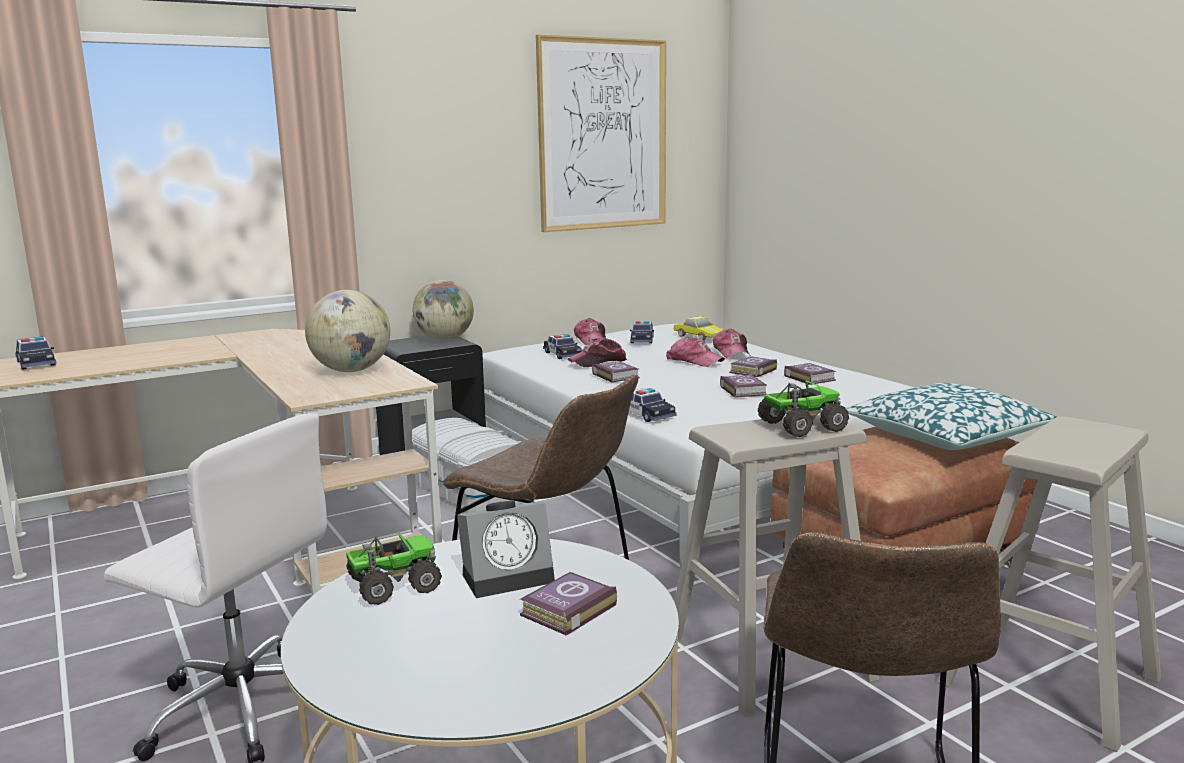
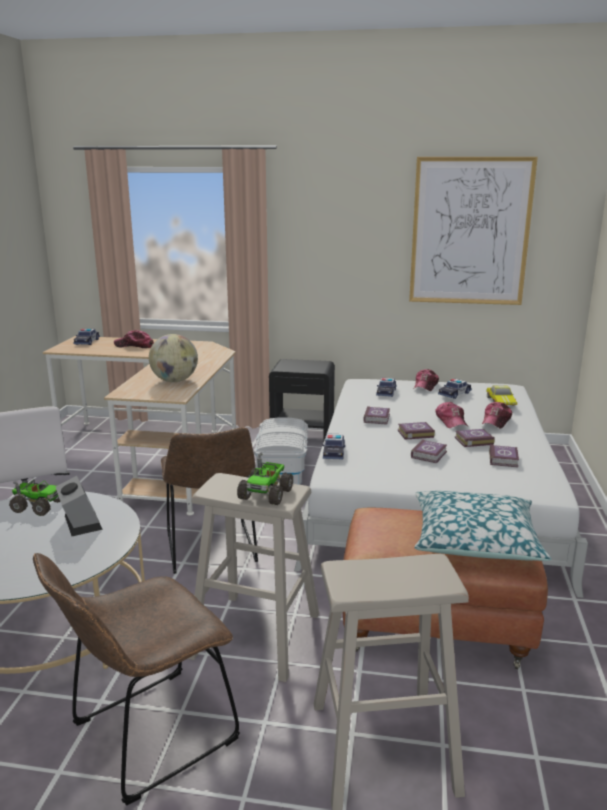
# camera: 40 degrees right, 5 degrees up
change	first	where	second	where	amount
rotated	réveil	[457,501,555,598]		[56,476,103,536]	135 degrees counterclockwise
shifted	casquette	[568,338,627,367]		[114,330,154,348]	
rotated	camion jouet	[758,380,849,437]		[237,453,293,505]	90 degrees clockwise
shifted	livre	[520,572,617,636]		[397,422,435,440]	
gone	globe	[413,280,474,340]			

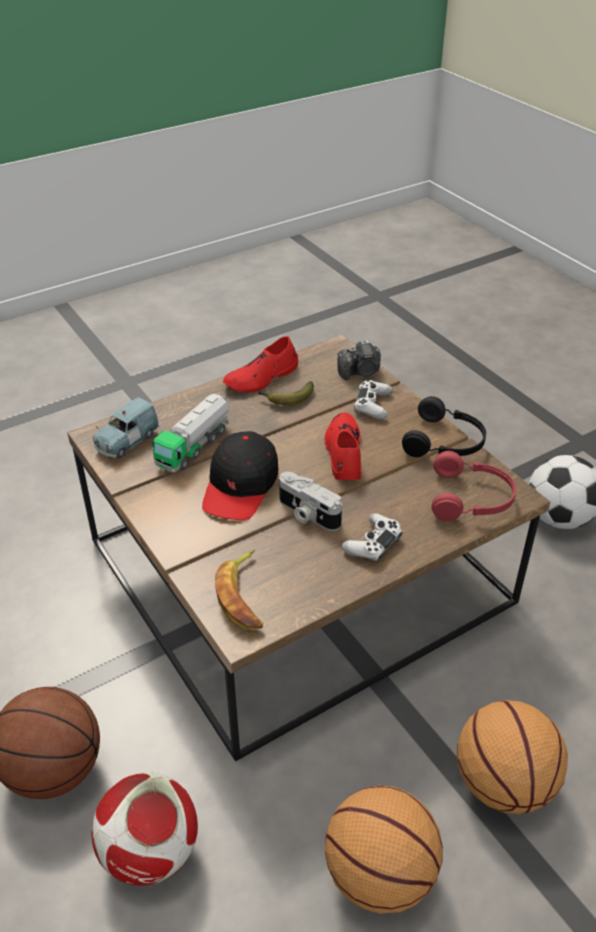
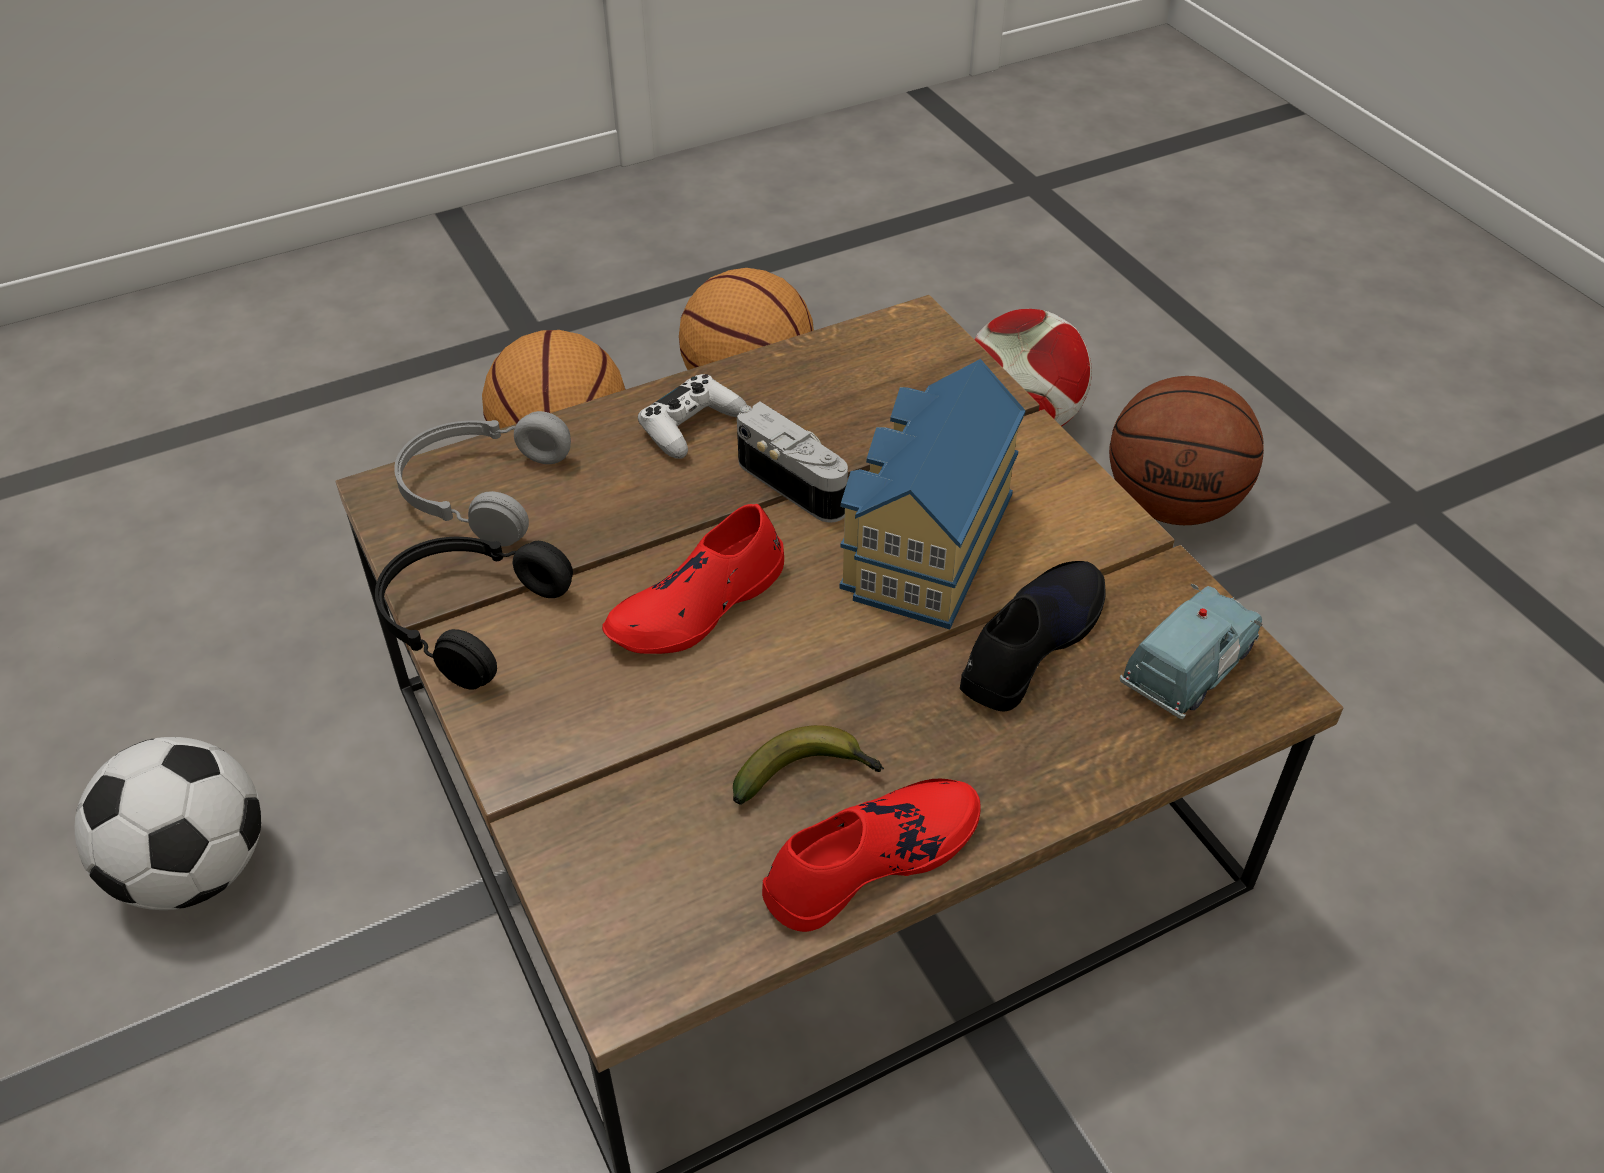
# camera: 175 degrees left, 5 degrees up
change	first	where	second	where	amount
repainted	casque audio (rouge)	[431,451,516,522]	casque audio (gris)	[394,411,571,546]	
rotated	chaussure (rouge)	[325,412,362,480]		[602,504,784,654]	45 degrees clockwise
swapped	casquette (noir)	[202,431,279,520]	maison miniature	[839,359,1026,629]	
swapped	camion jouet	[152,394,229,473]	chaussure (noir)	[960,561,1106,711]	
gone	banane	[215,549,263,630]			
gone	appareil photo	[337,340,381,380]			
gone	manette (blanc)	[354,380,393,419]			

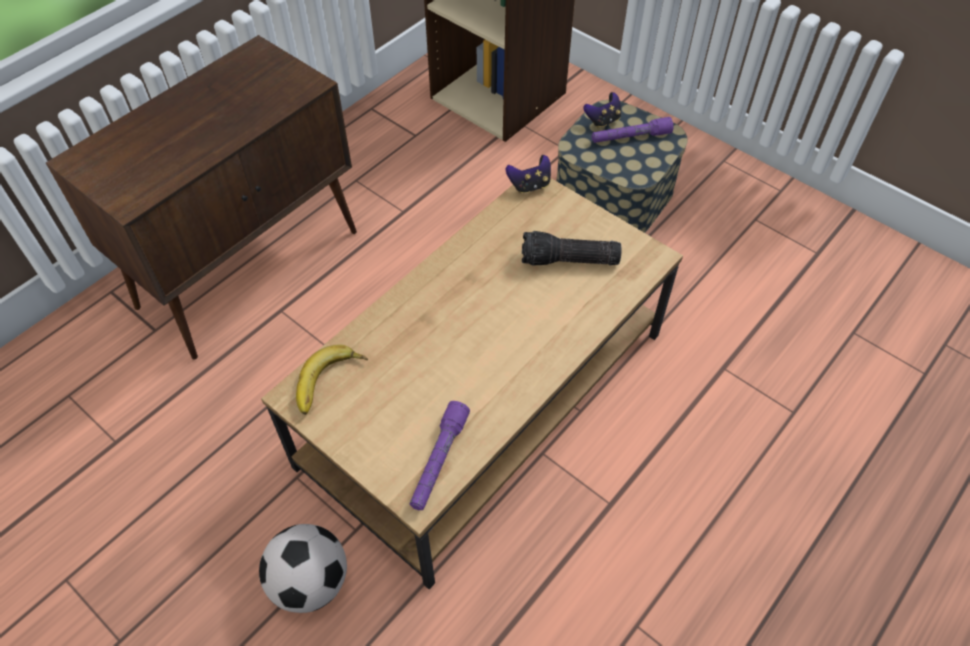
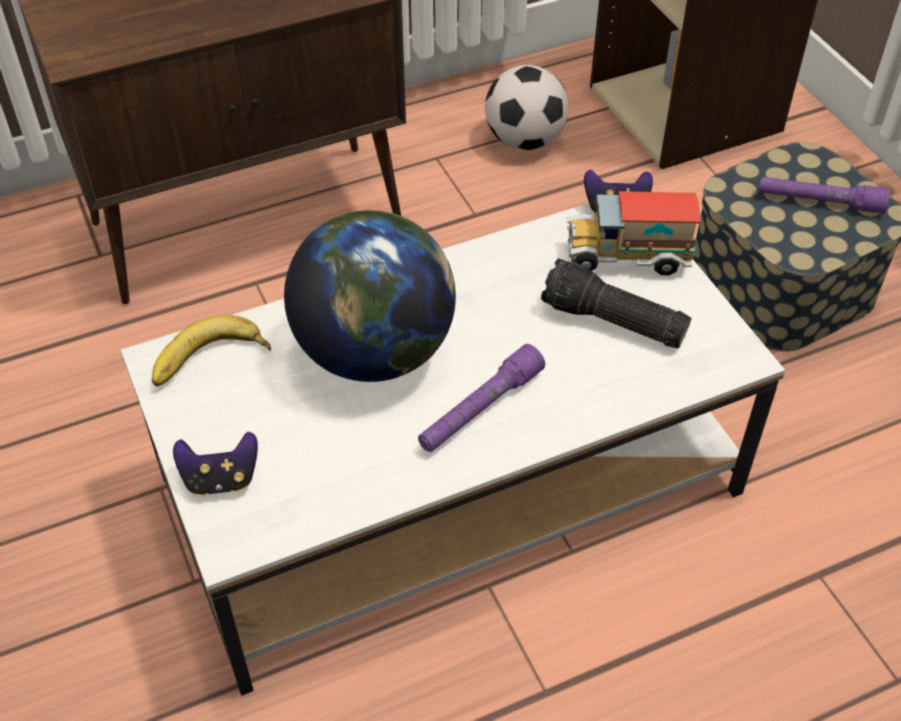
# camera: 25 degrees right, 5 degrees down
change	first	where	second	where	amount
repainted	table basse (marron)	[261,178,683,589]	table basse (blanc)	[121,203,785,696]	
shifted	manette	[583,92,621,128]		[173,432,258,496]	
new			globe	[284,210,456,382]	
shifted	lampe de poche (violet)	[410,401,470,510]		[418,344,545,452]	
shifted	ballon de foot	[259,524,347,613]		[485,65,568,150]	
new			camion jouet	[566,191,701,275]	

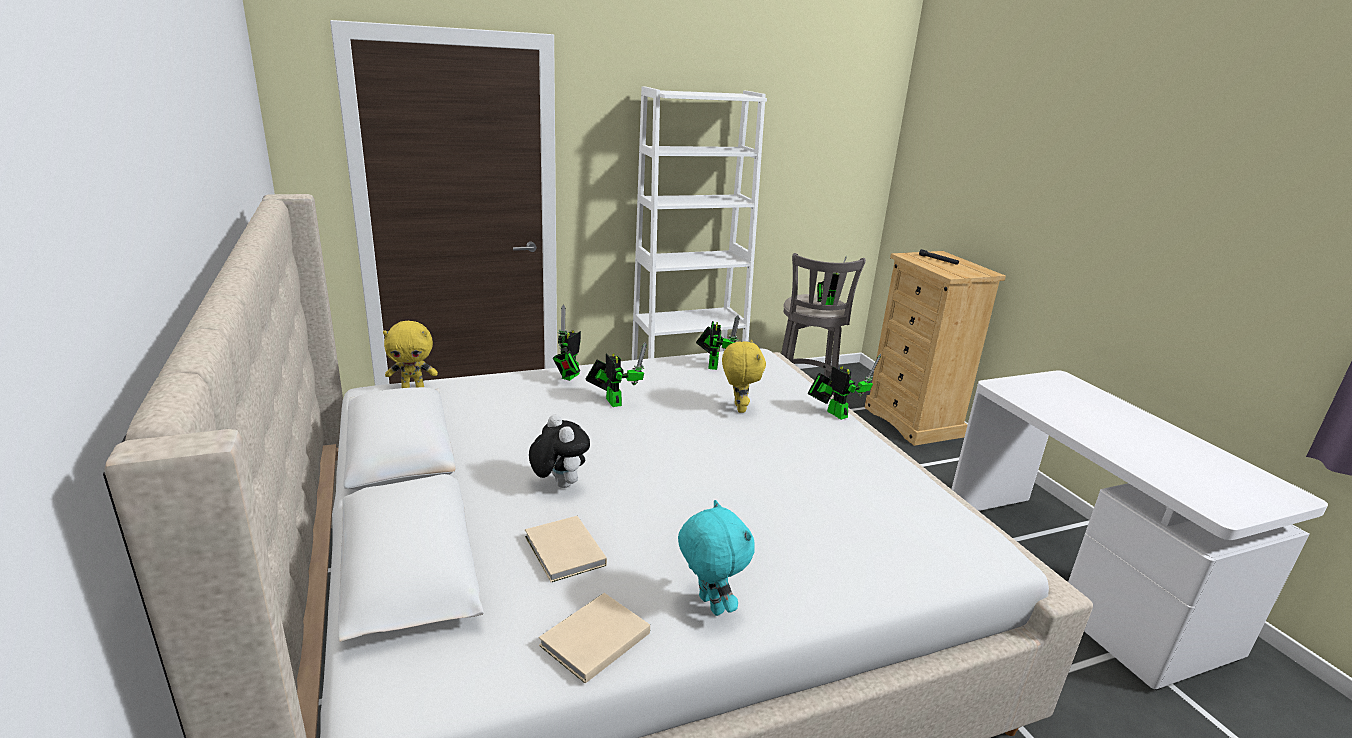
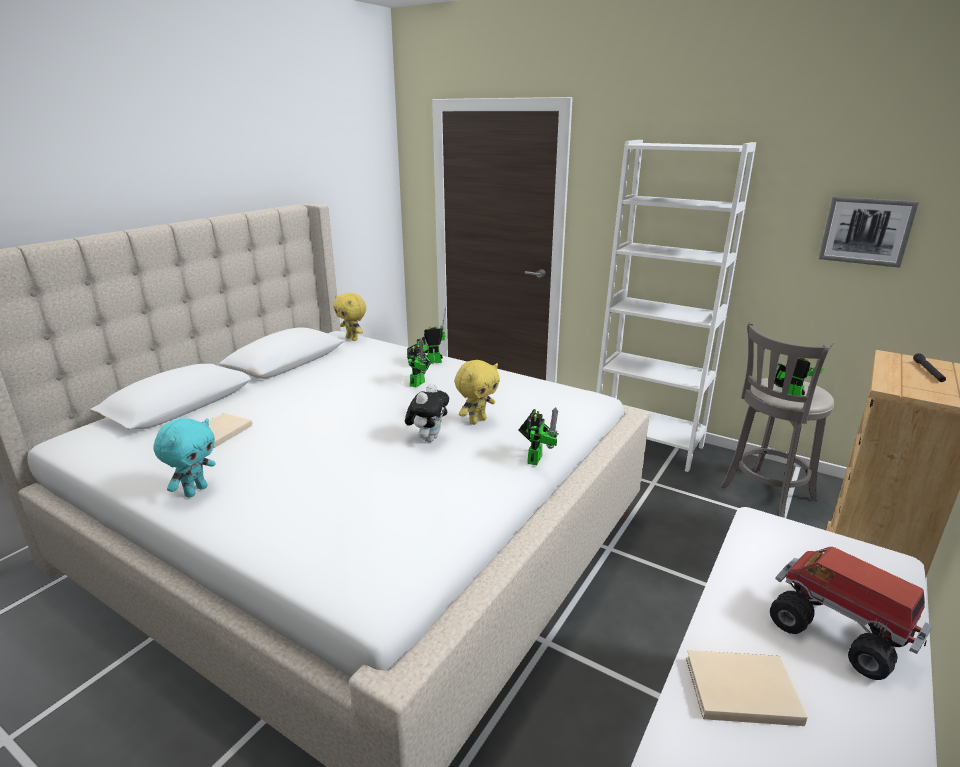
# camera: 55 degrees right, 0 degrees up
change	first	where	second	where	amount
shifted	peluche	[529,414,590,488]		[405,384,449,442]	
shifted	livre (beige)	[539,593,650,684]		[686,650,808,726]	
new			camion jouet	[770,547,932,680]	
new			tableau	[819,196,919,268]	
gone	robot jouet	[696,316,740,370]			

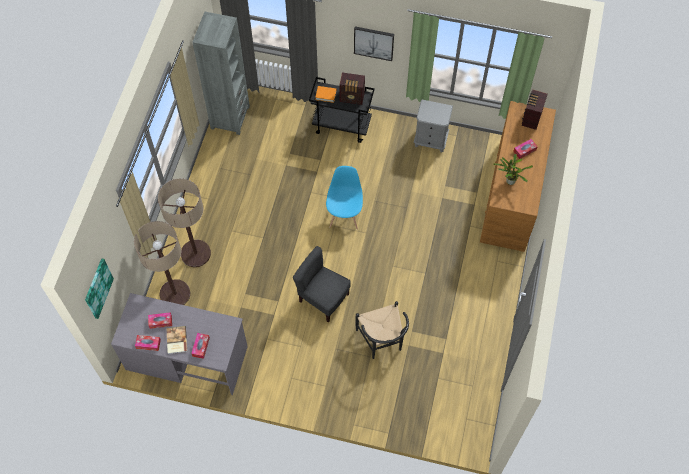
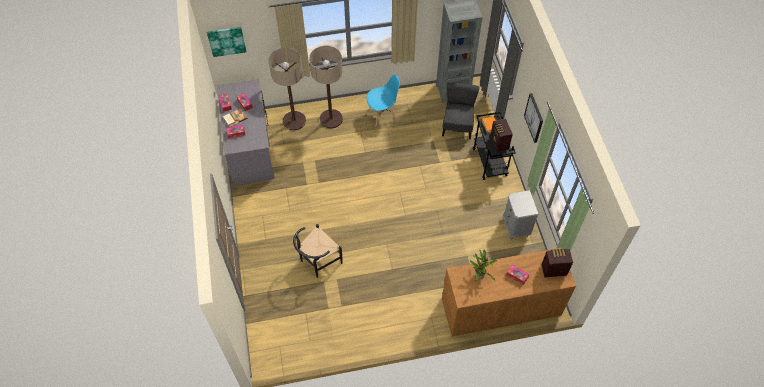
# camera: 65 degrees right, 5 degrees down
change	first	where	second	where	amount
shifted	chaise (bleu)	[326,166,363,229]		[367,74,400,126]	
shifted	chaise (gris)	[293,246,351,323]		[442,82,480,140]	

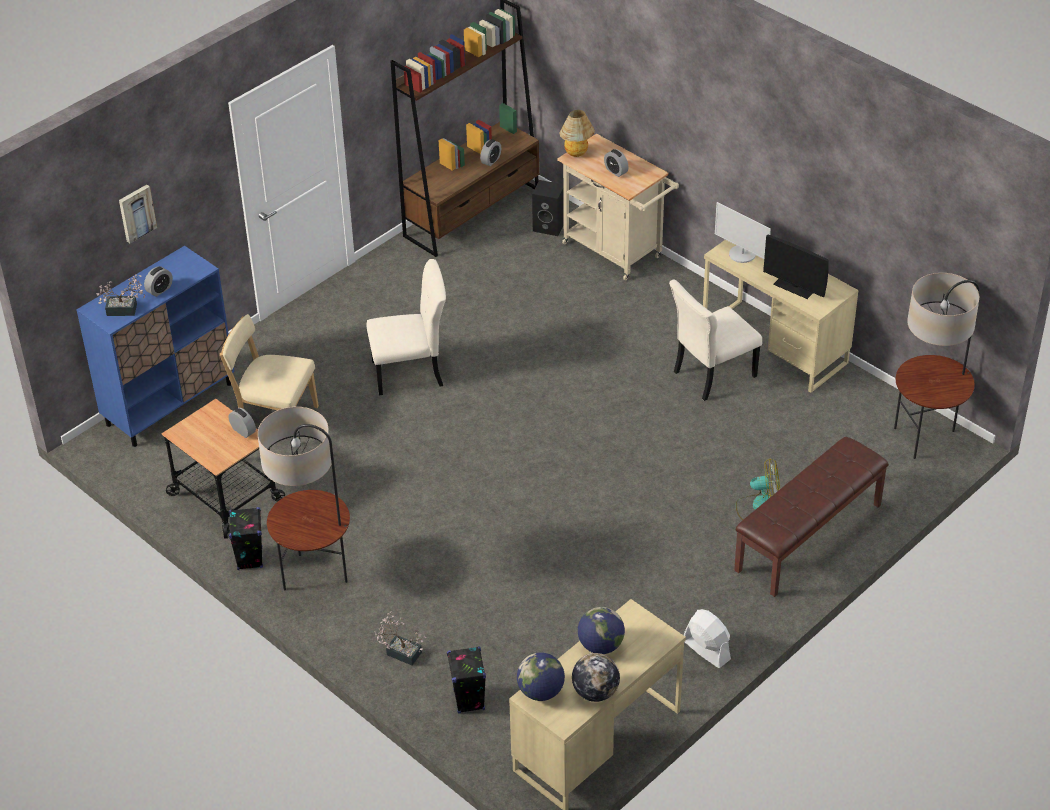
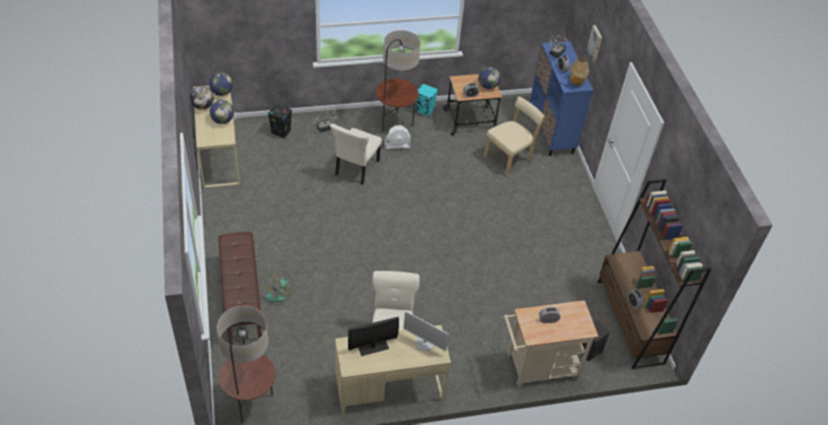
# camera: 120 degrees right, 5 degrees up
change	first	where	second	where	amount
shifted	chaise (beige)	[367,259,446,396]		[330,123,382,185]	
shifted	ventilateur (blanc)	[684,609,731,668]		[384,125,411,149]	
rotated	écran d'ordinateur	[715,202,771,263]		[403,311,449,351]	135 degrees counterclockwise
repainted	enceinte (noir)	[229,507,263,570]	enceinte (turquoise)	[416,83,438,117]	
new			globe	[478,67,500,89]	
shifted	lampe de table	[559,110,595,157]		[570,56,589,85]	

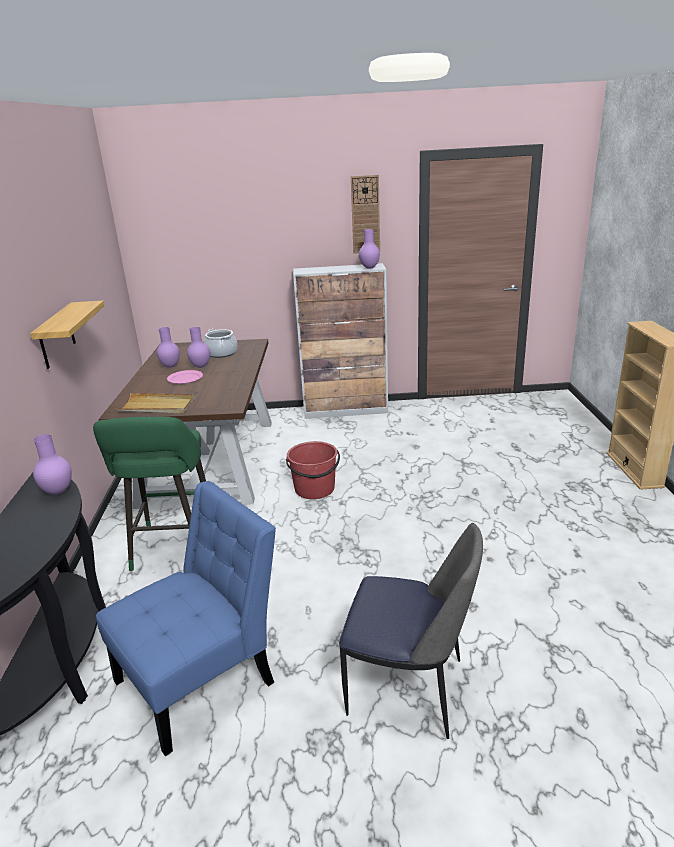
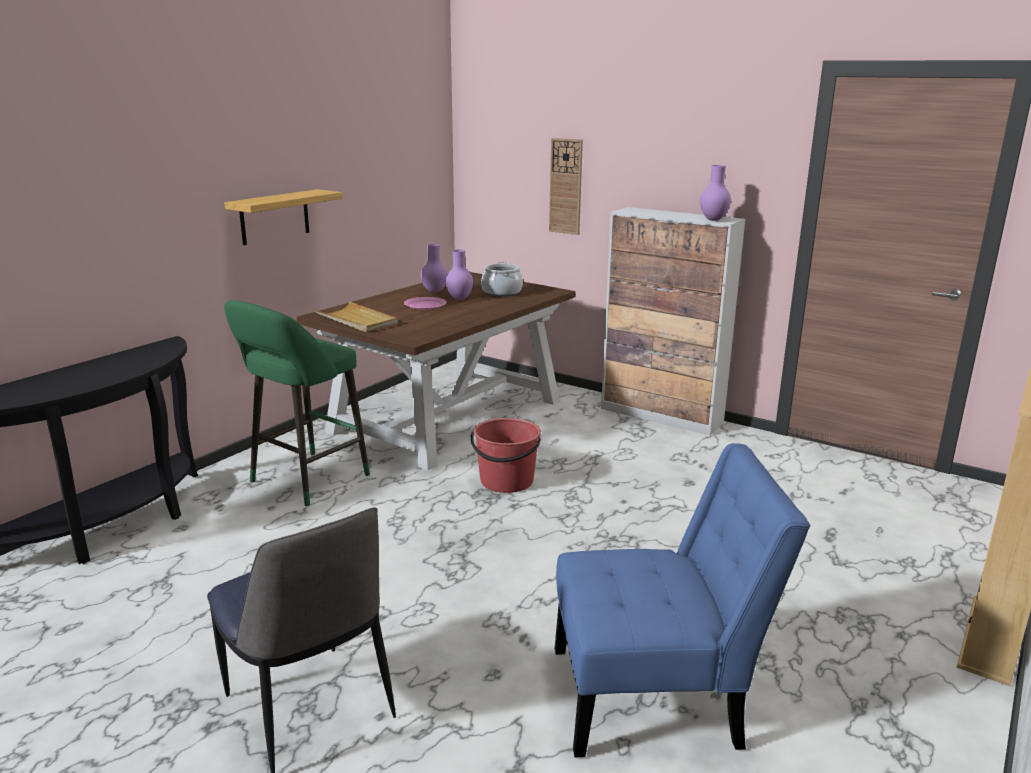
# camera: 35 degrees right, 5 degrees down
change	first	where	second	where	amount
shifted	horloge murale	[351,175,380,254]		[549,138,583,235]	
shifted	chaise (bleu)	[96,481,276,756]		[555,443,810,758]	
gone	vase (violet)	[33,434,72,495]			

